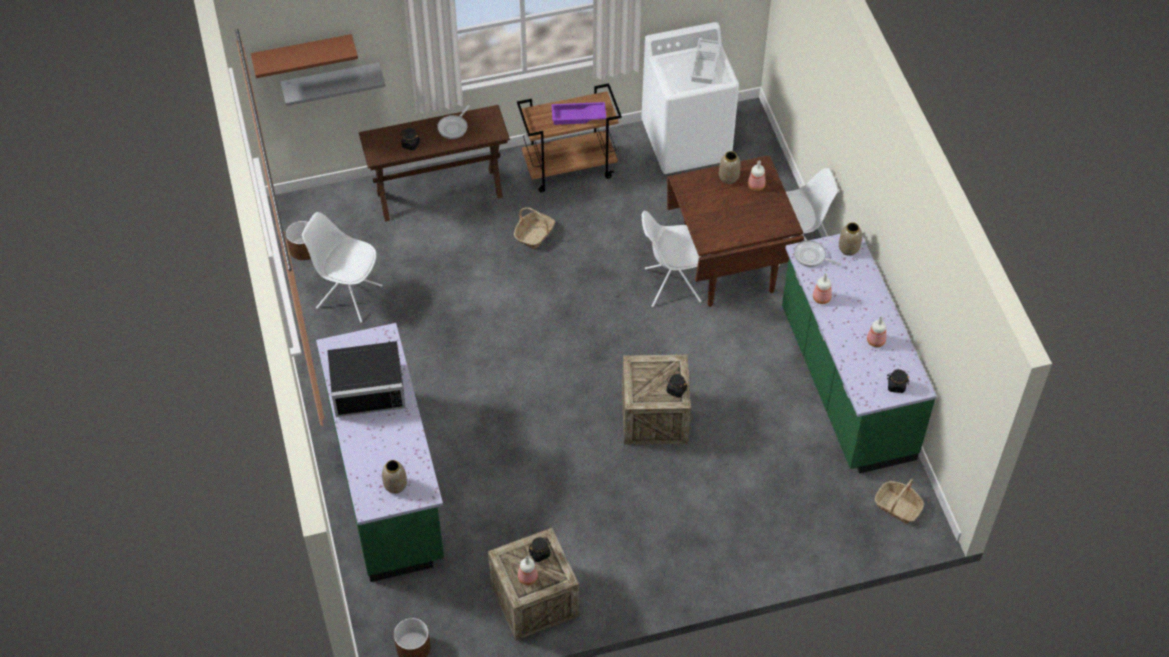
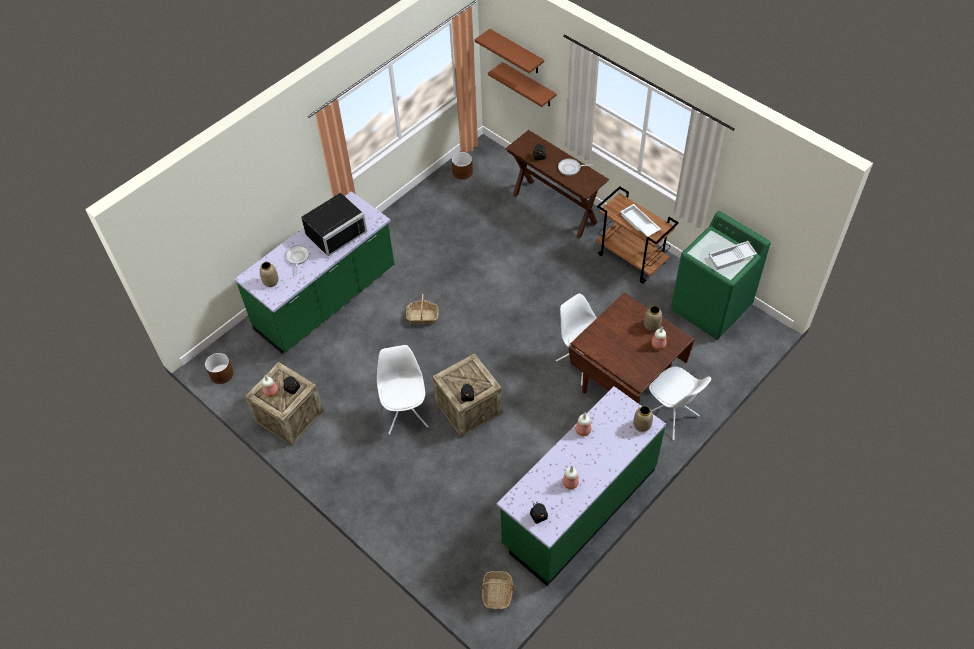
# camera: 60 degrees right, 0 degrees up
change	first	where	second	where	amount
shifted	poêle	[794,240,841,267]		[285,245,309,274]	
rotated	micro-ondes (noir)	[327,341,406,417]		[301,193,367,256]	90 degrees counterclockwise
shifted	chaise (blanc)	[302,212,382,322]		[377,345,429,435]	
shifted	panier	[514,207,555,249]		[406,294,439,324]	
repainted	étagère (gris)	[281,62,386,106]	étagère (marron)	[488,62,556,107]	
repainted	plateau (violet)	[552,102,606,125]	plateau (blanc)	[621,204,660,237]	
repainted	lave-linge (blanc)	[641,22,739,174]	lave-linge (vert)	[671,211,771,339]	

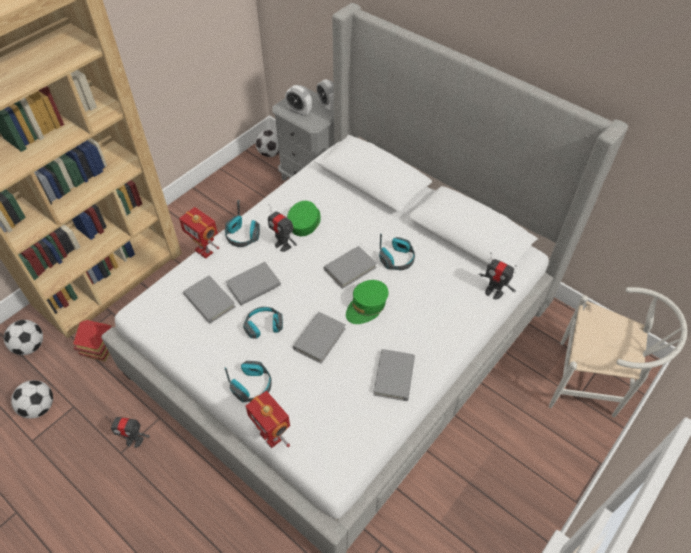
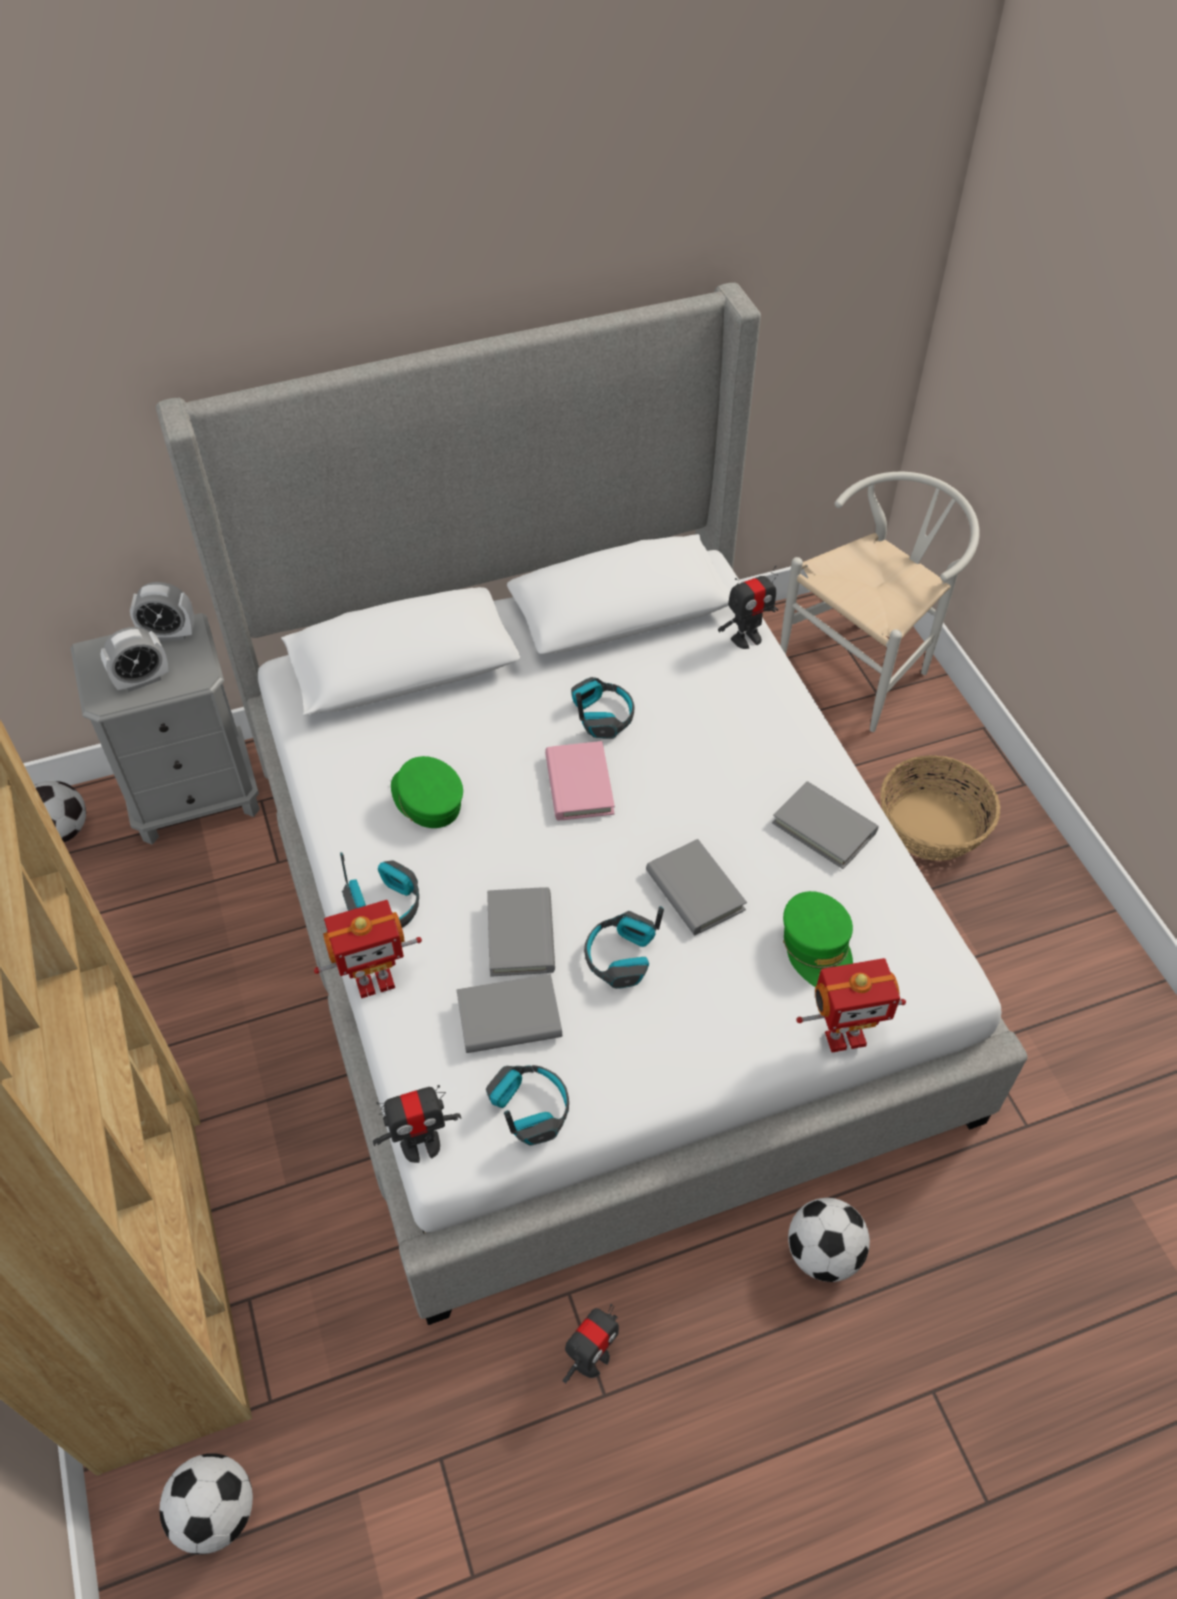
# camera: 60 degrees left, 0 degrees up
change	first	where	second	where	amount
shifted	robot jouet	[268,204,297,252]		[373,1085,461,1163]	
shifted	casque audio	[225,361,272,403]		[486,1065,569,1146]	
repainted	livre (gris)	[324,246,377,289]	livre (rose)	[545,741,615,821]	
shifted	casquette (vert)	[346,280,389,324]		[783,891,853,987]	
shifted	ballon de foot	[11,380,53,419]		[788,1198,870,1282]	
new			panier	[880,755,1000,861]	
gone	maison miniature	[73,320,112,361]			

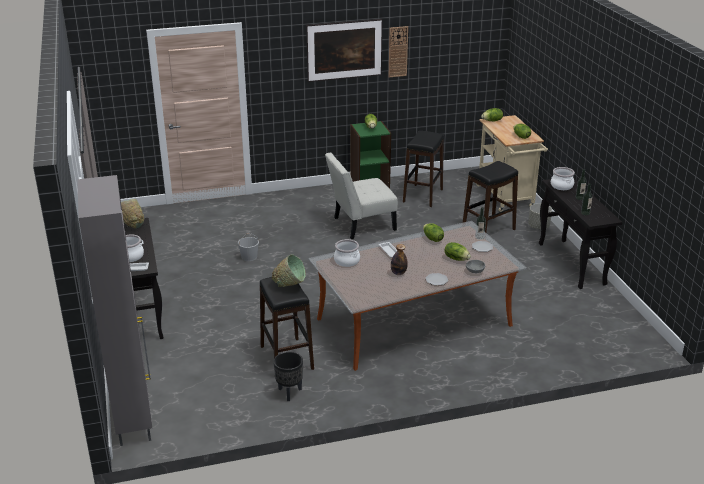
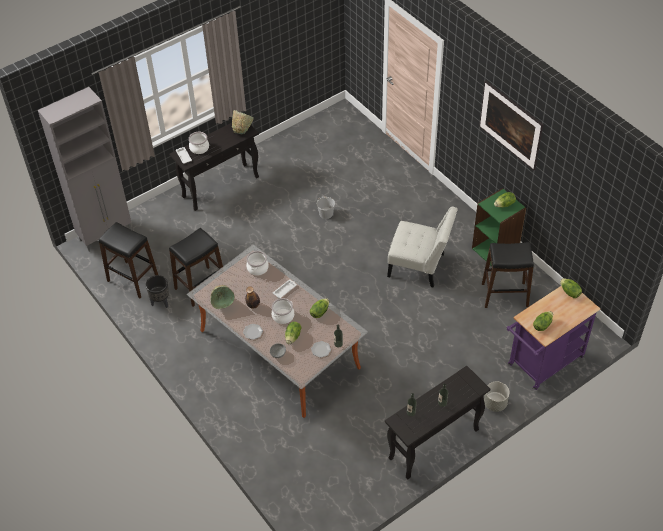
# camera: 70 degrees right, 20 degrees up
change	first	where	second	where	amount
shifted	tabouret (noir)	[463,161,518,232]		[99,222,158,298]	
shifted	bol (vert)	[272,254,306,287]		[210,285,235,309]	
shifted	marmite	[551,167,575,190]		[271,298,294,324]	
rotated	chaise (blanc)	[325,152,398,239]		[387,207,458,288]	150 degrees clockwise
repainted	chariot (beige)	[477,115,548,212]	chariot (violet)	[507,286,600,390]	
gone	horloge murale	[389,26,408,77]			

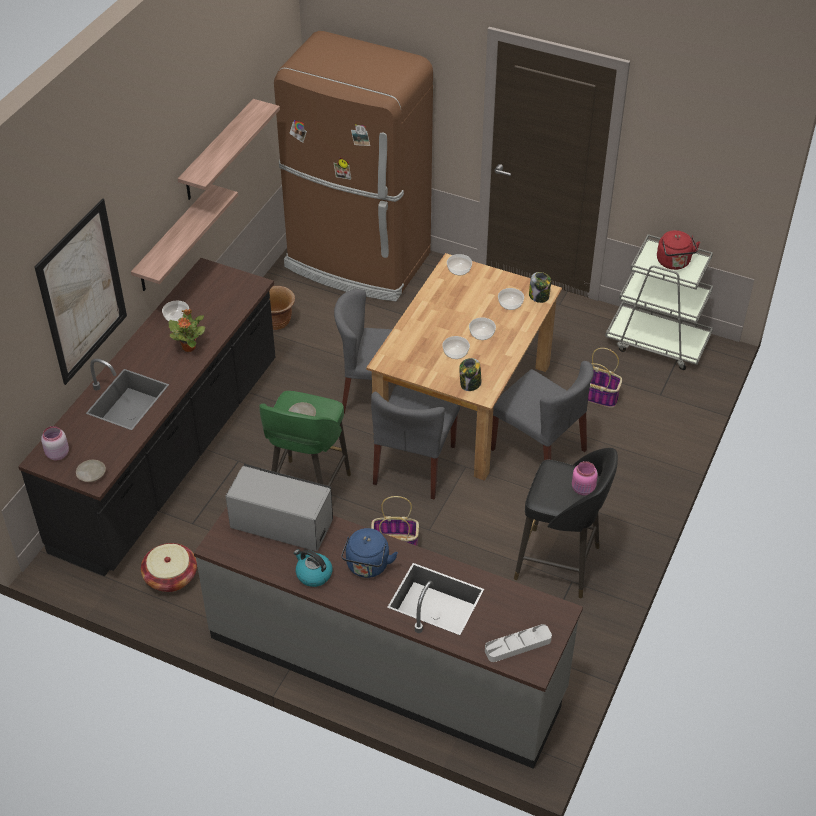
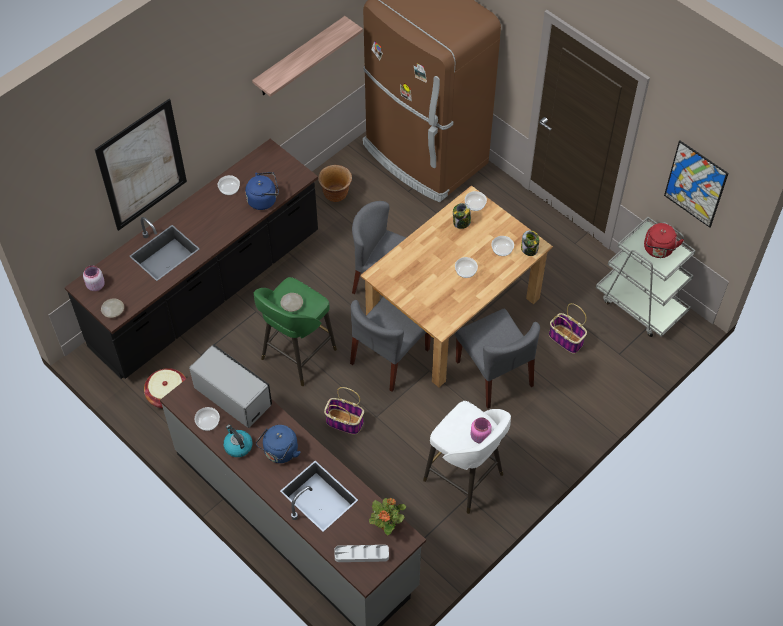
# camera: 20 degrees right, 10 degrees up
change	first	where	second	where	amount
shifted	bol	[442,336,470,359]		[195,407,220,431]	
new			bouilloire (bleu)	[245,172,279,210]	
shifted	plante en pot	[168,309,205,352]		[369,498,406,535]	
repainted	tabouret (noir)	[514,448,618,598]	tabouret (blanc)	[423,401,511,514]	
shifted	bocal	[459,358,481,391]		[453,203,471,229]	
new			tableau	[664,141,729,228]	
gone	étagère	[131,184,238,291]			

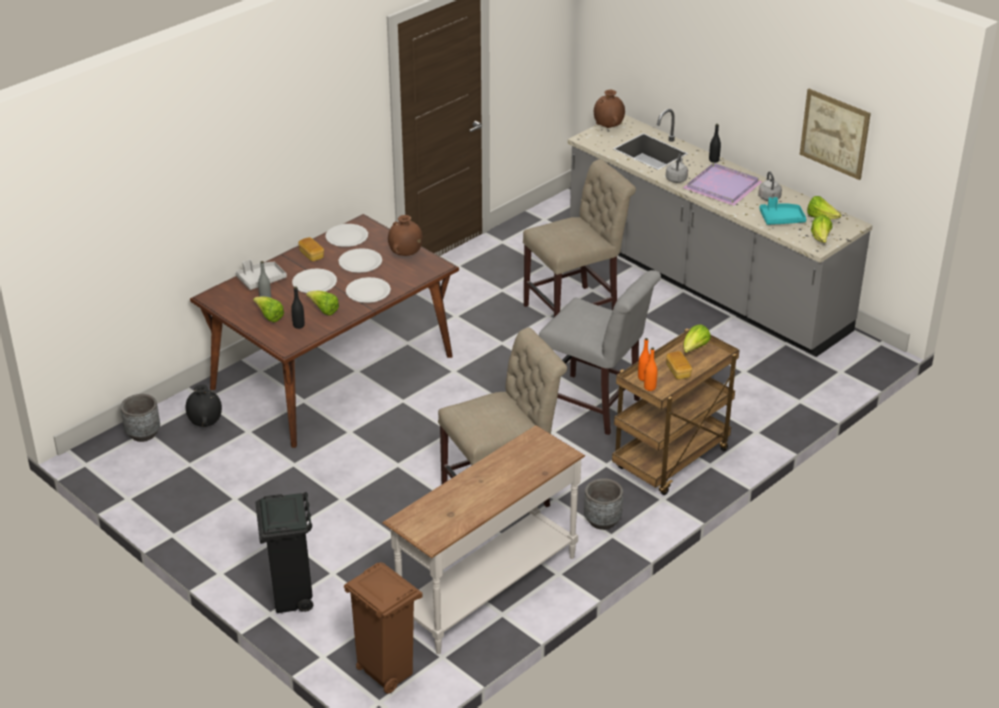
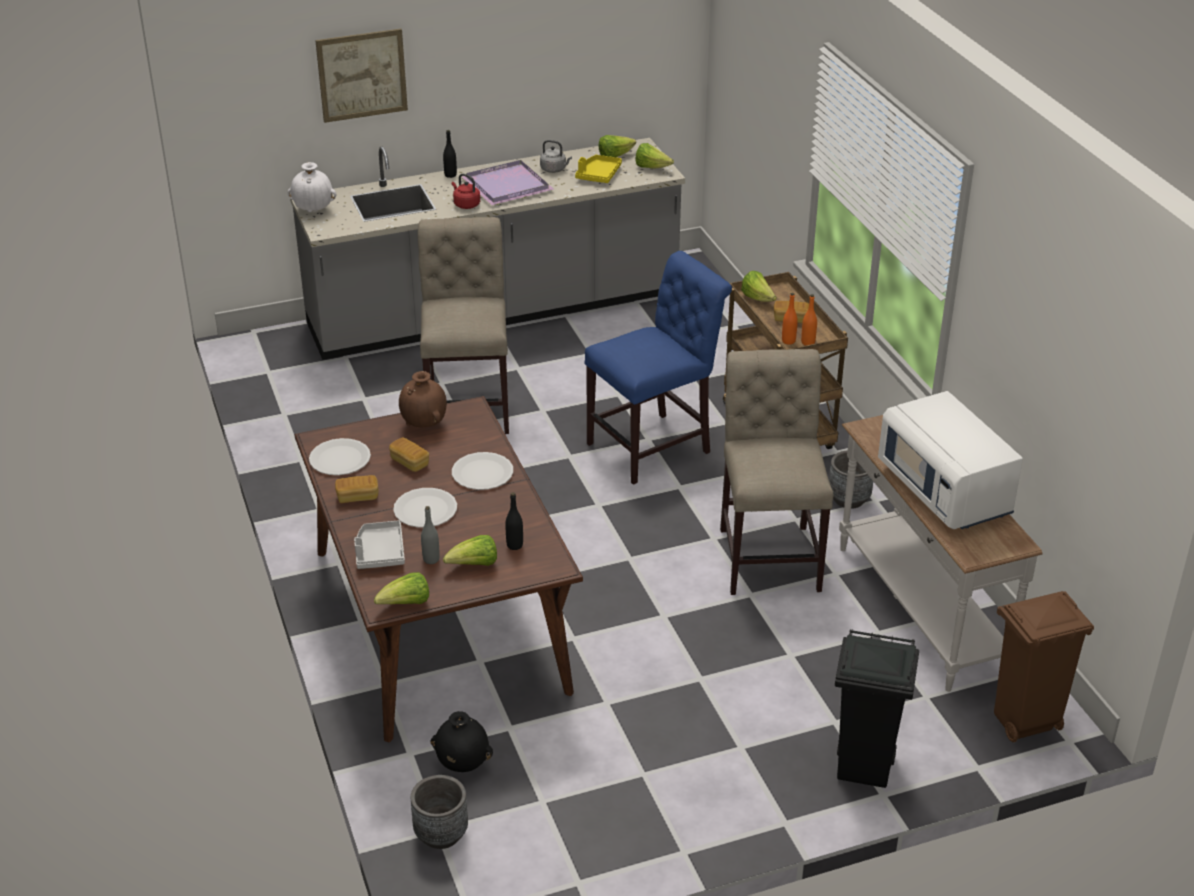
# camera: 65 degrees left, 0 degrees up
change	first	where	second	where	amount
repainted	vase (marron)	[594,90,625,128]	vase (blanc)	[288,162,336,212]	
shifted	tableau	[800,89,871,180]		[315,29,408,123]	
shifted	laitue	[306,291,339,316]		[374,572,429,604]	
swapped	assiette (blanc)	[338,248,382,273]	pain	[389,437,429,472]	
repainted	bouilloire (gris)	[666,154,688,183]	bouilloire (rouge)	[452,174,480,209]	
repainted	plateau (turquoise)	[759,197,806,225]	plateau (jaune)	[575,155,622,183]	
repainted	chaise (gris)	[539,270,661,435]	chaise (bleu)	[585,251,732,485]	
new			micro-ondes (blanc)	[878,391,1023,529]	

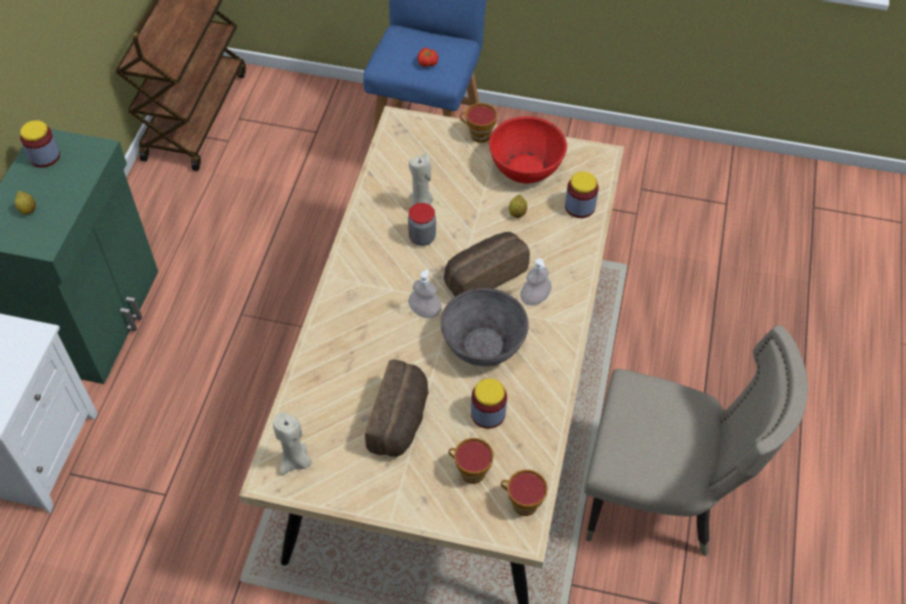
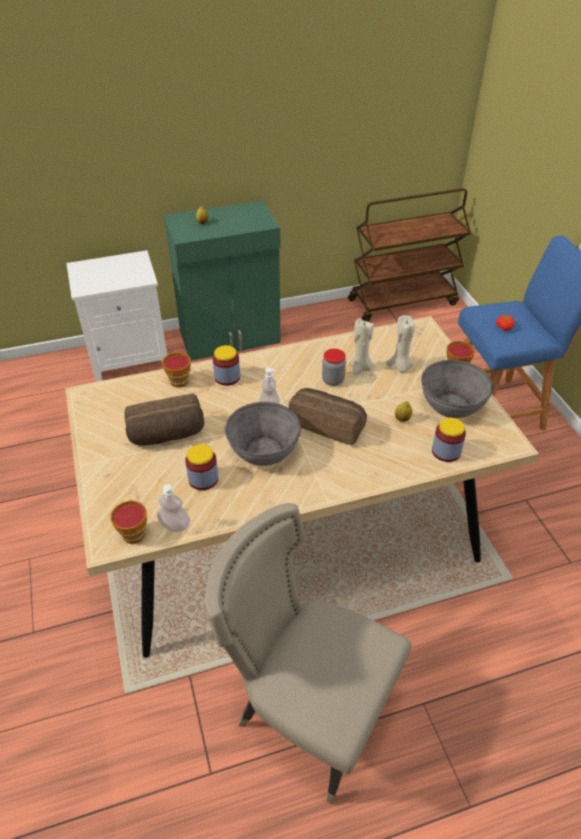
# camera: 60 degrees right, 10 degrees down
change	first	where	second	where	amount
shifted	distributeur de savon	[520,258,552,306]		[157,484,190,532]	
shifted	tasse	[448,438,494,484]		[162,352,191,388]	
rotated	chaise (beige)	[584,325,808,556]		[205,503,412,805]	135 degrees clockwise
shifted	bocal	[20,120,60,168]		[213,345,240,386]	
shifted	bougie (beige)	[273,412,312,475]		[386,315,415,373]	
repainted	bol (rouge)	[489,116,567,183]	bol (gris)	[421,360,494,418]	

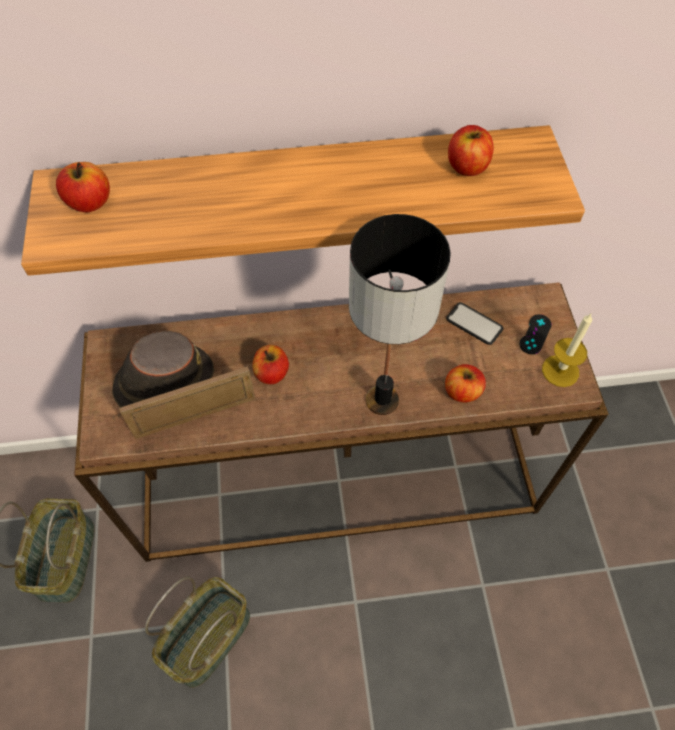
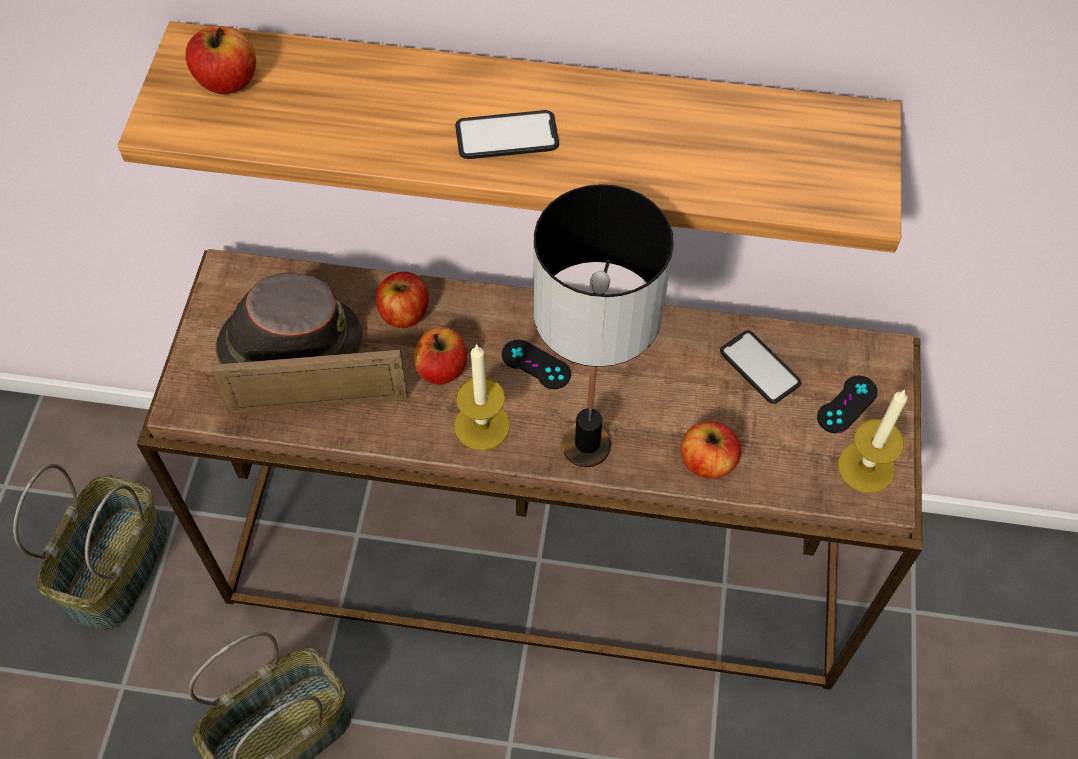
# camera: 15 degrees right, 0 degrees up
change	first	where	second	where	amount
shifted	pomme	[448,125,494,176]		[376,271,429,328]	
new			bougie	[454,344,510,450]	
new			téléphone	[455,110,559,159]	
new			manette (noir)	[502,340,571,389]	

